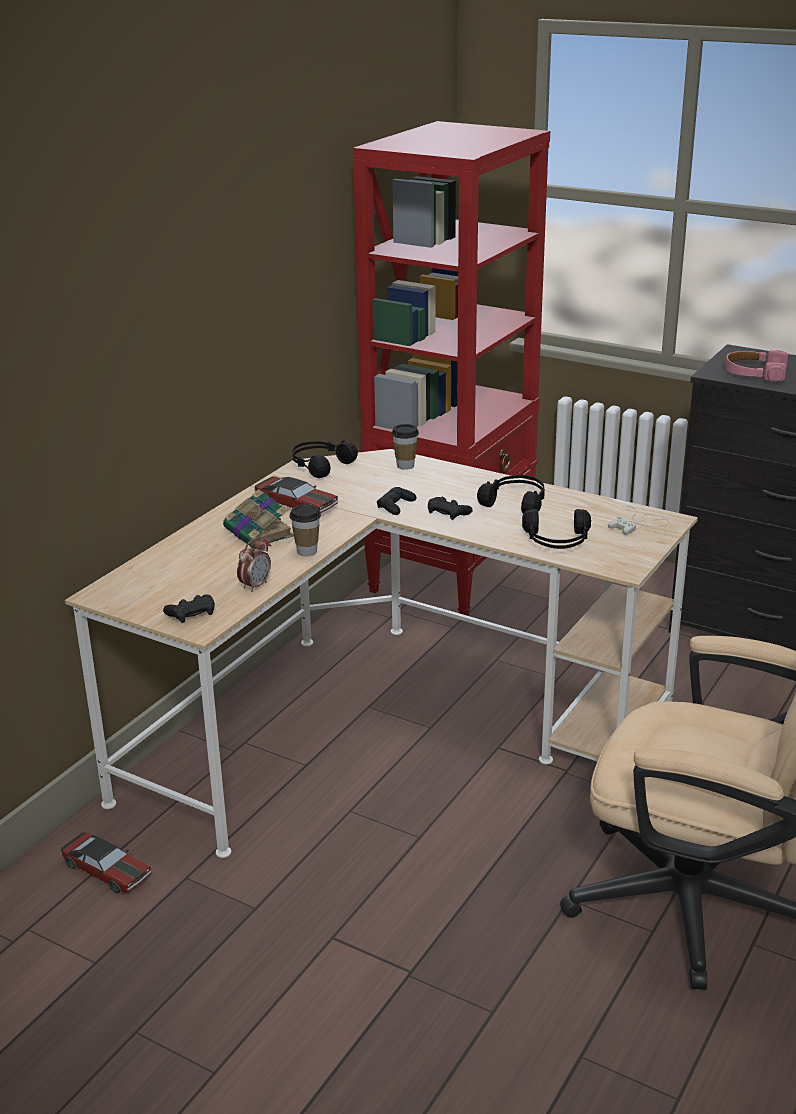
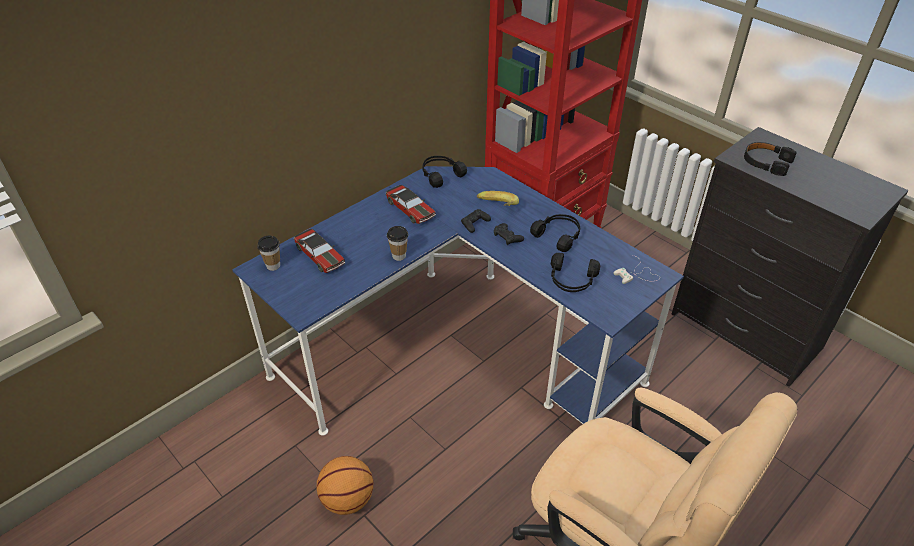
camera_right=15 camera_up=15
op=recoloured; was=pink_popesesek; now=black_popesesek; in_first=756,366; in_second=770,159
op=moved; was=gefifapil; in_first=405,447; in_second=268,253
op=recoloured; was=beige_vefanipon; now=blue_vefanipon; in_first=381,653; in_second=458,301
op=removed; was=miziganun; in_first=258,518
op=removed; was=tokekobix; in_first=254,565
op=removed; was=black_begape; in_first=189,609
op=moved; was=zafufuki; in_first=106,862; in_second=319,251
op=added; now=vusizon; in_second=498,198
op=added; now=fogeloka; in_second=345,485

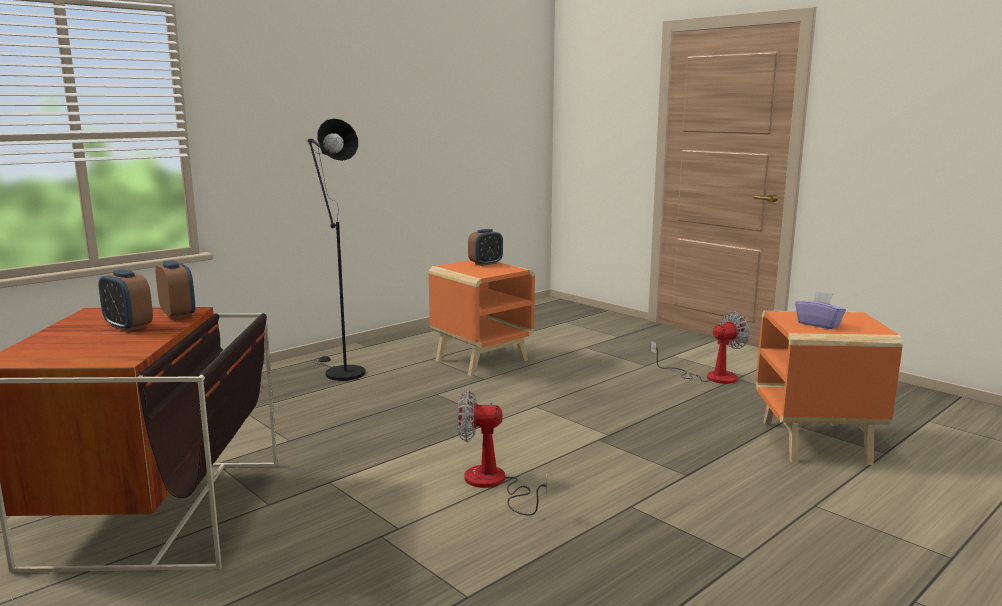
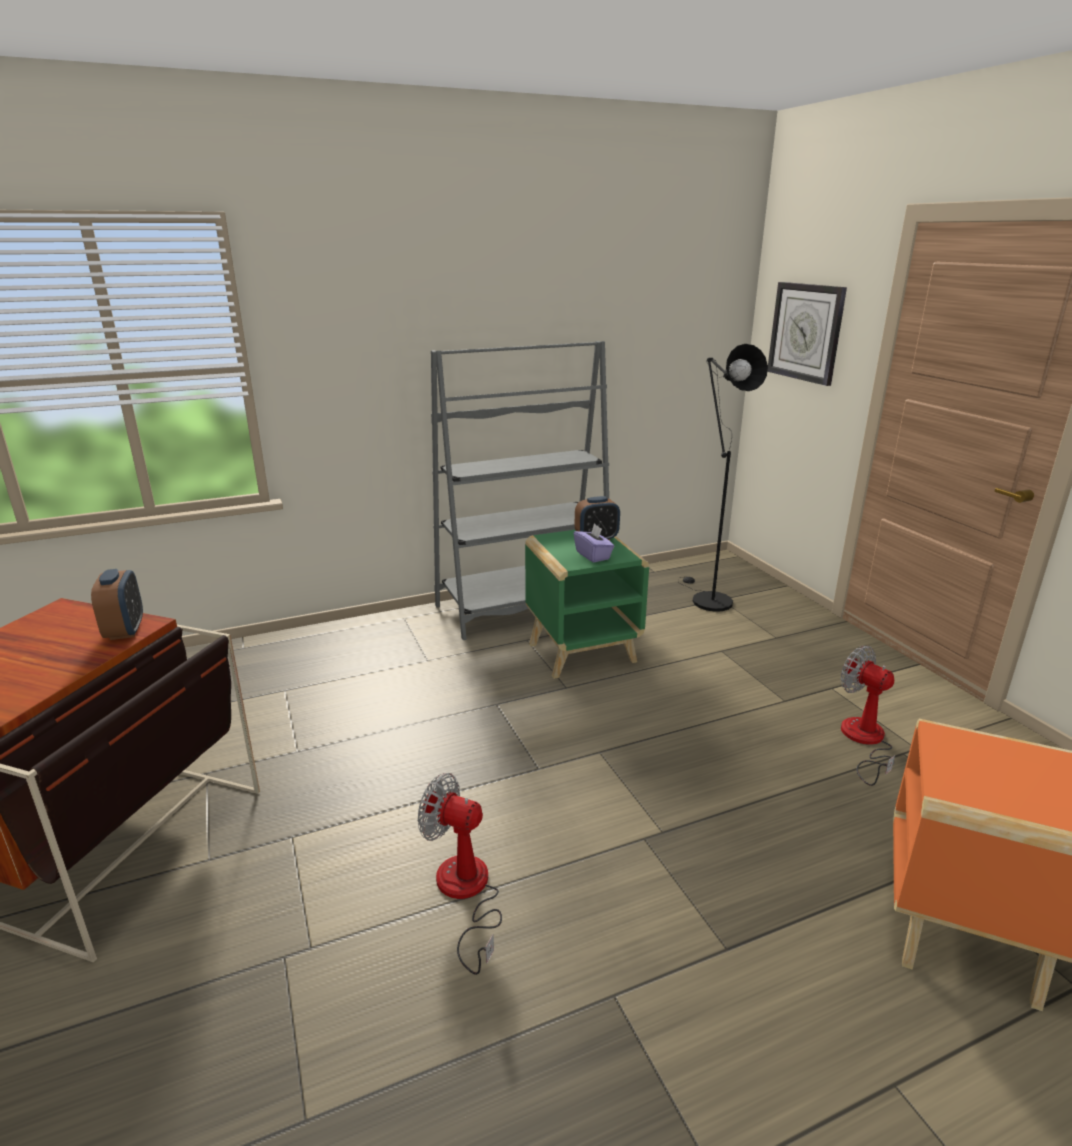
camera_right=20 camera_up=10
op=moved; was=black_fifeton; in_first=336,250; in_second=723,478
op=recoloured; was=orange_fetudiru; now=green_fetudiru; in_first=482,318; in_second=587,604
op=removed; was=tokekobix; in_first=126,300
op=moved; was=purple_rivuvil; in_first=820,310; in_second=594,543
op=turned; was=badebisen; in_first=700,348; in_second=868,716; clockwise=-120
op=added; now=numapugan; in_second=807,334
op=added; now=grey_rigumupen; in_second=520,490

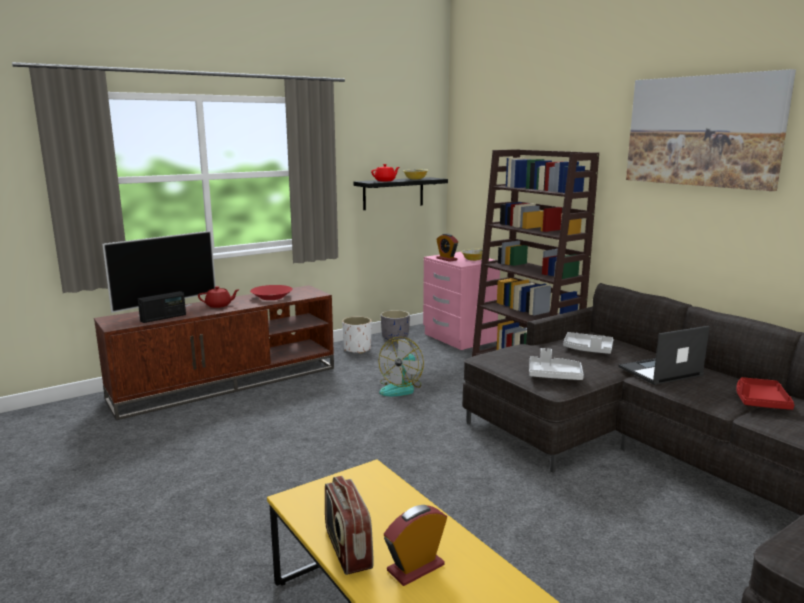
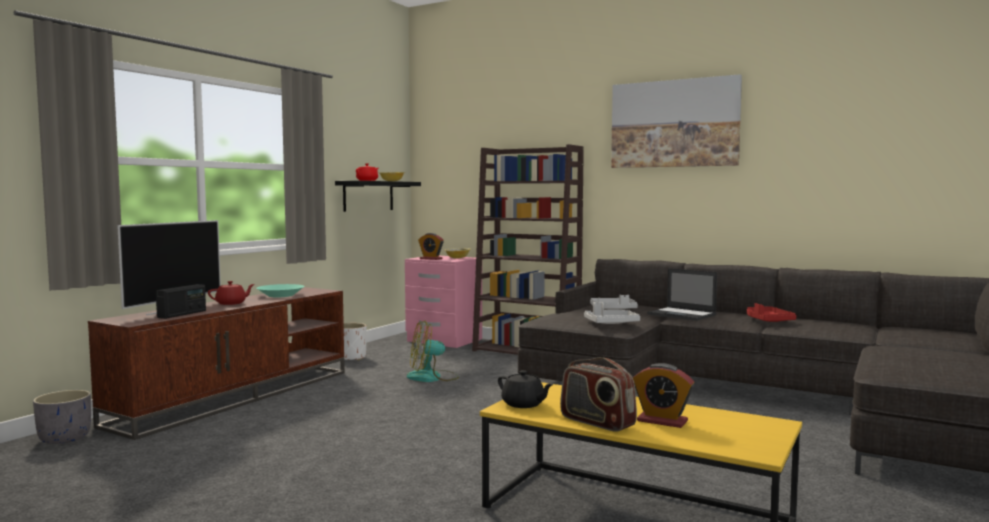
camera_right=-25 camera_up=-10
op=recoloured; was=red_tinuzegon; now=turquoise_tinuzegon; in_first=271,292; in_second=280,290
op=moved; was=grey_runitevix; in_first=395,325; in_second=62,417
op=turned; was=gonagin; in_first=664,355; in_second=682,294; clockwise=-90
op=turned; was=badebisen; in_first=401,366; in_second=433,351; clockwise=75
op=turned; was=tokekobix; in_first=415,545; in_second=663,395; clockwise=-90
op=added; now=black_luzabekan; in_second=526,389

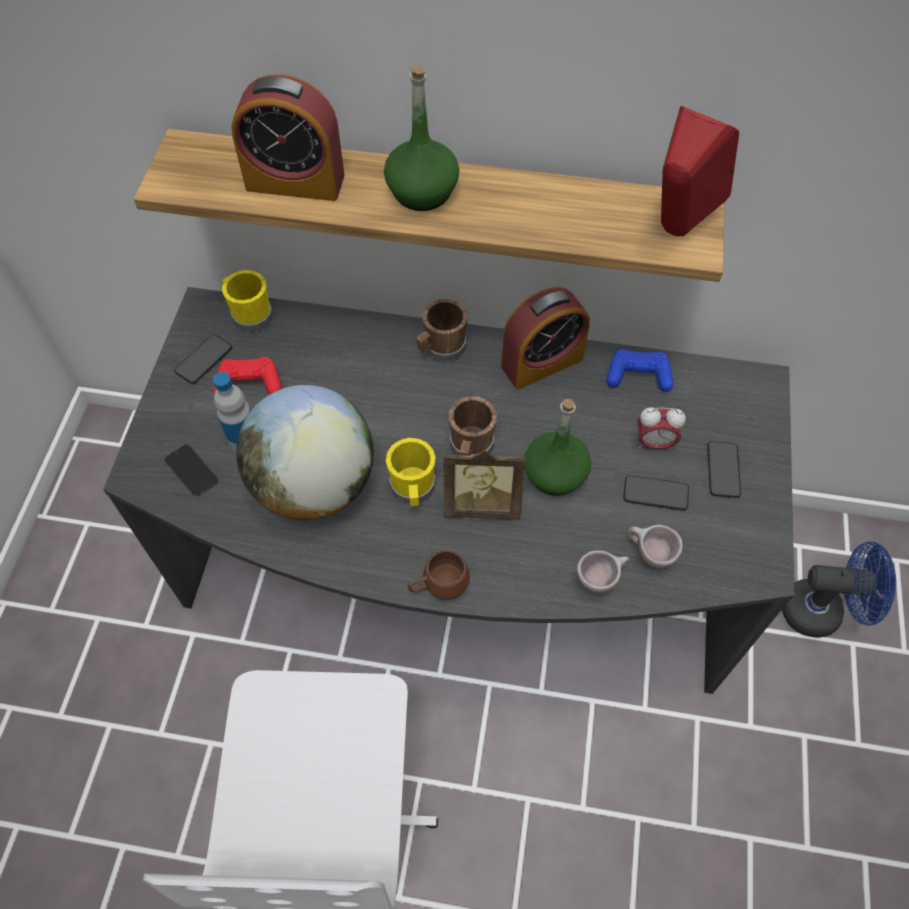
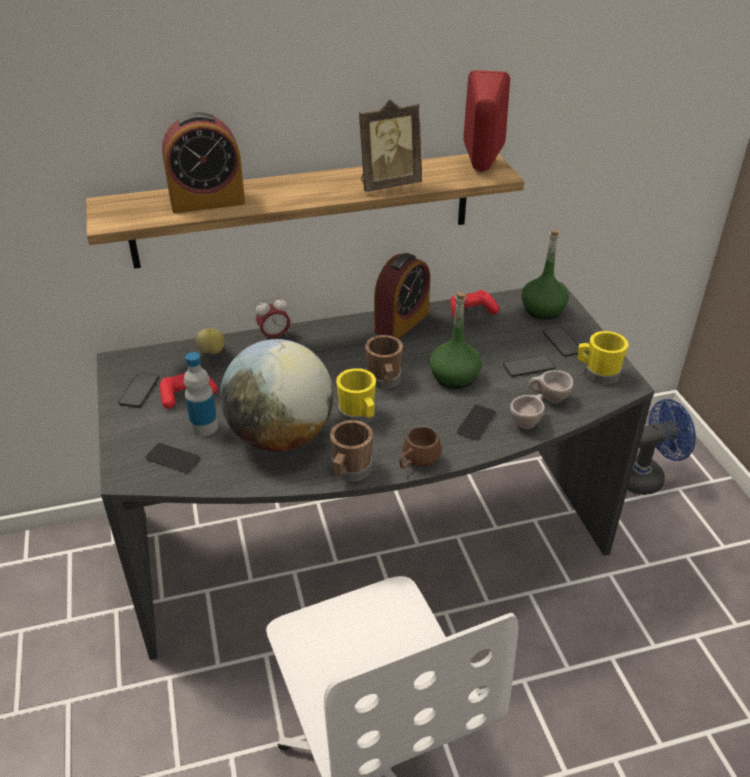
camera_right=-25 camera_up=-20
op=moved; was=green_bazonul; in_first=421,138; in_second=545,274
op=moved; was=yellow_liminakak; in_first=247,301; in_second=603,357
op=moved; was=brown_liminakak; in_first=442,330; in_second=351,451
op=recoloured; was=blue_begape; now=red_begape; in_first=640,370; in_second=474,304
op=moved; was=tokekobix; in_first=661,428; in_second=273,318
op=moved; was=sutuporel; in_first=485,485; in_second=390,145
op=added; now=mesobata; in_second=210,341
op=added; now=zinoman; in_second=476,422

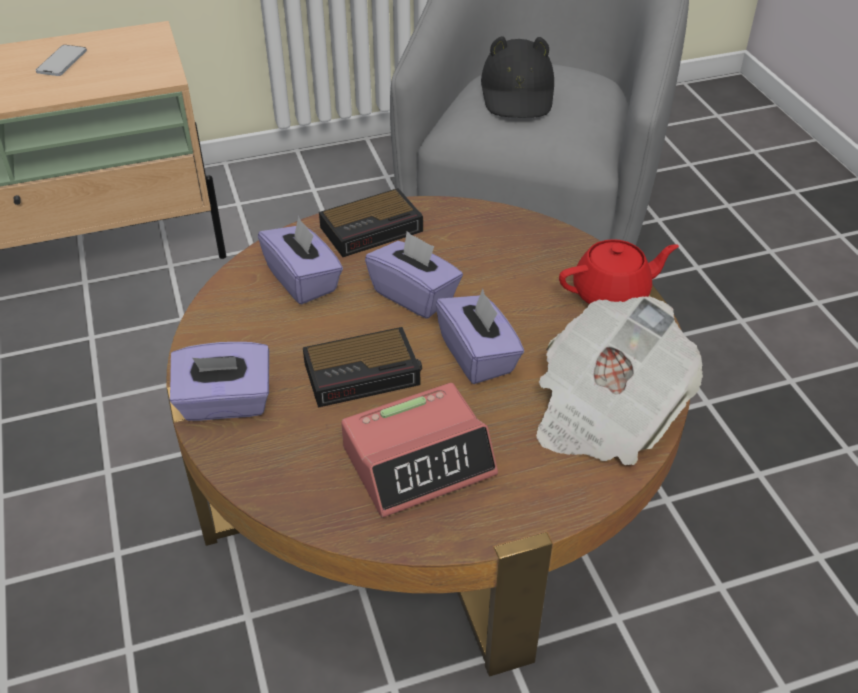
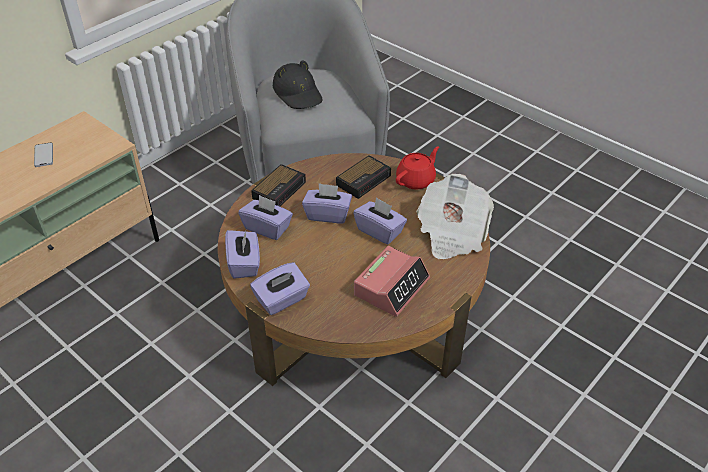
camera_right=-30 camera_up=0
op=moved; was=tokekobix; in_first=362,367; in_second=363,177
op=added; now=purple_rivuvil; in_second=242,254

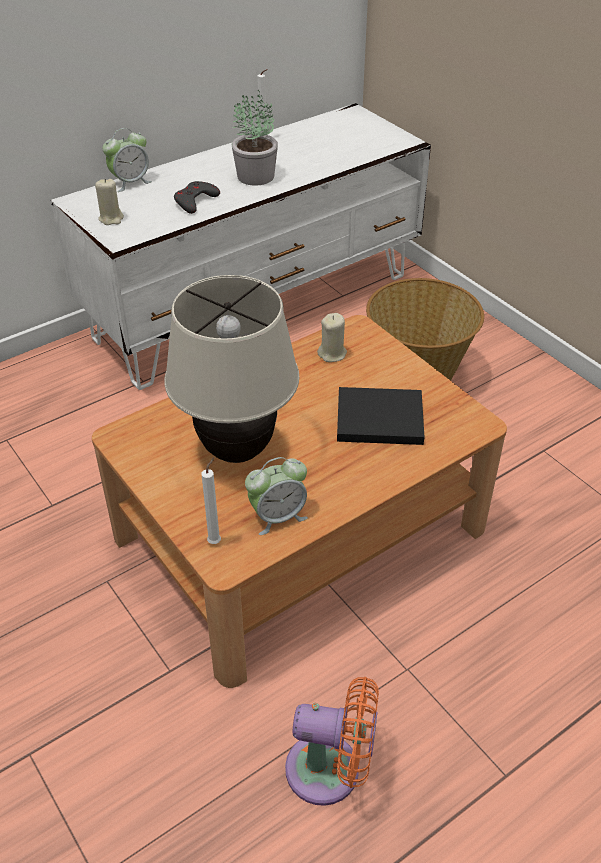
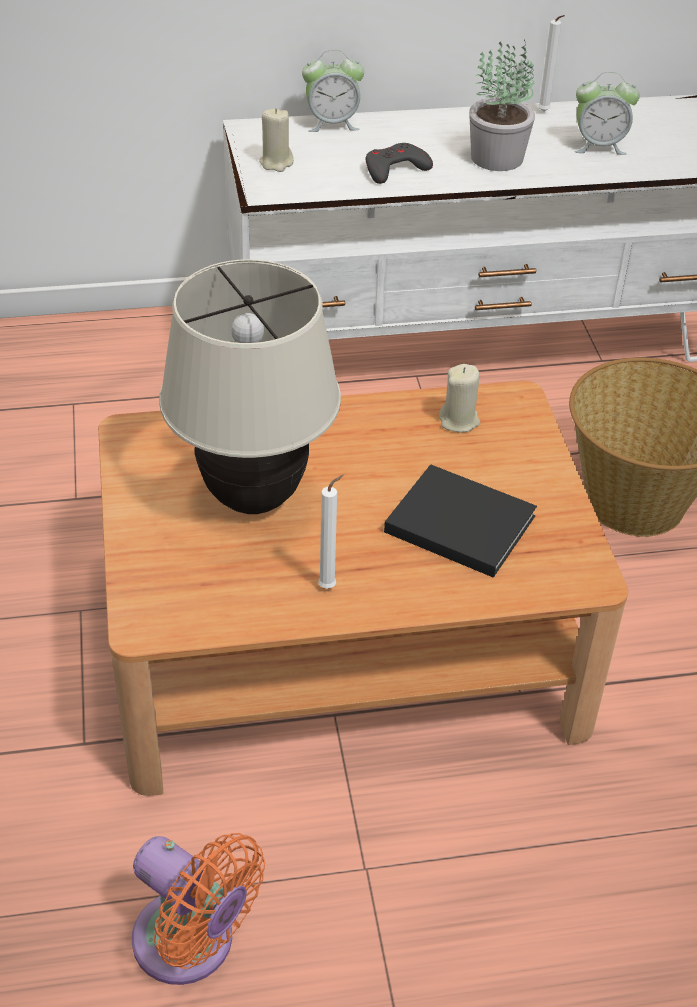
camera_right=25 camera_up=0
op=moved; was=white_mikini; in_first=211,500; in_second=331,532
op=moved; was=tokekobix; in_first=276,496; in_second=607,113

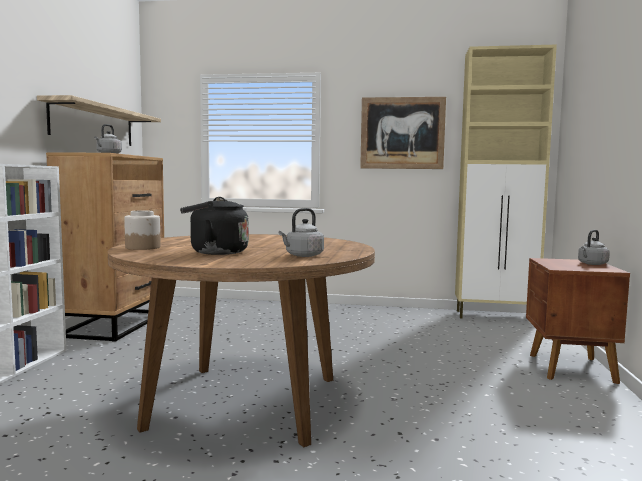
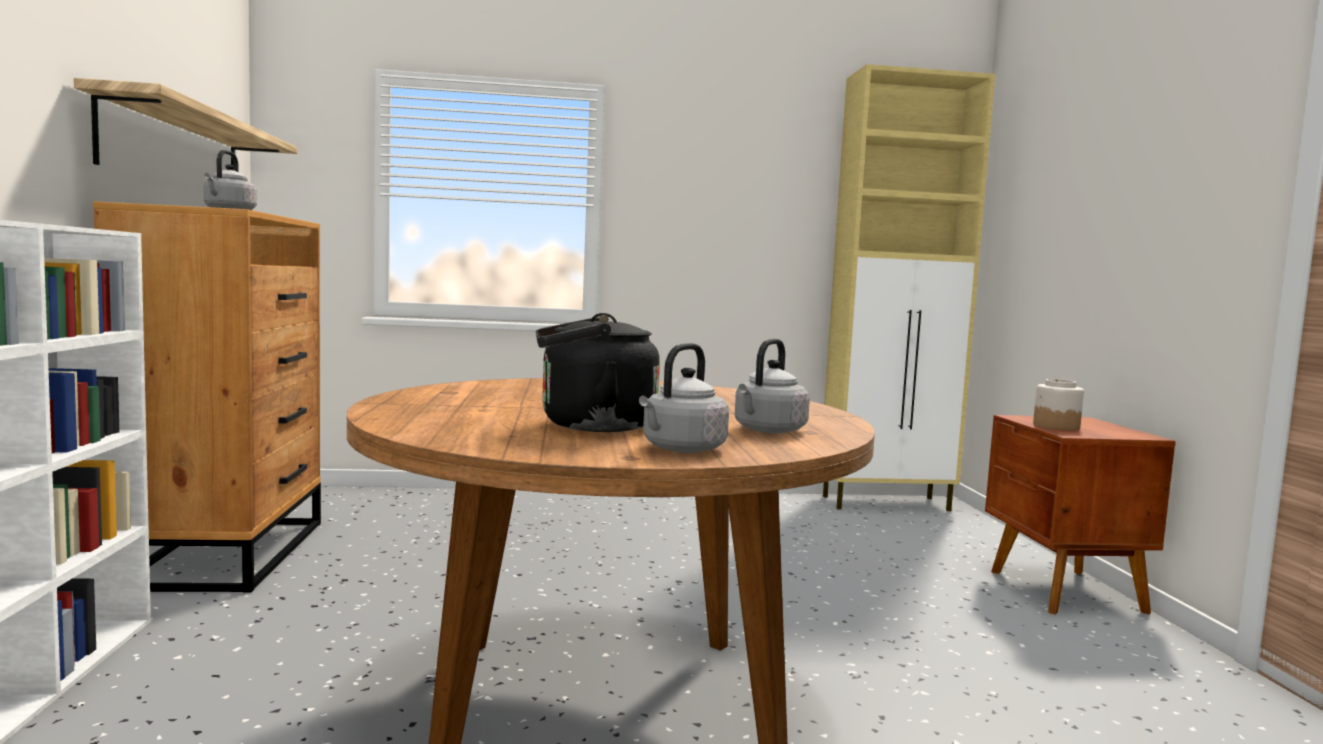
camera_right=-15 camera_up=0
op=removed; was=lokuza; in_first=403,133
op=moved; was=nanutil; in_first=142,230; in_second=1058,405
op=moved; was=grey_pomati; in_first=594,247; in_second=684,398

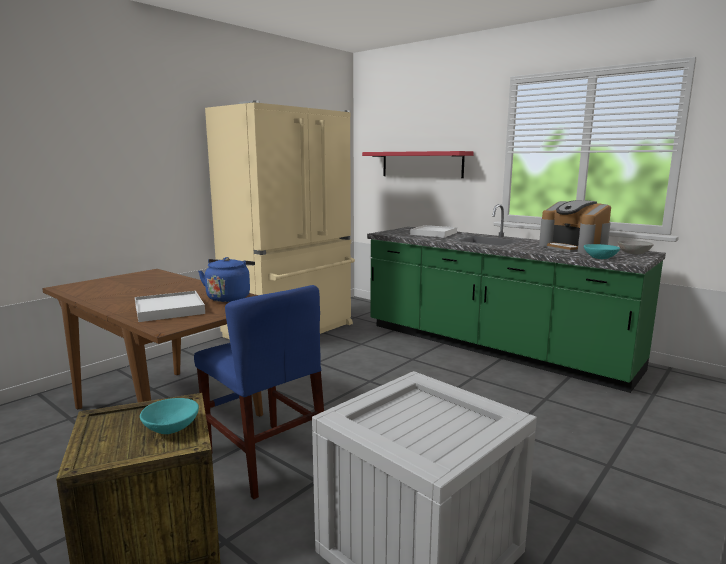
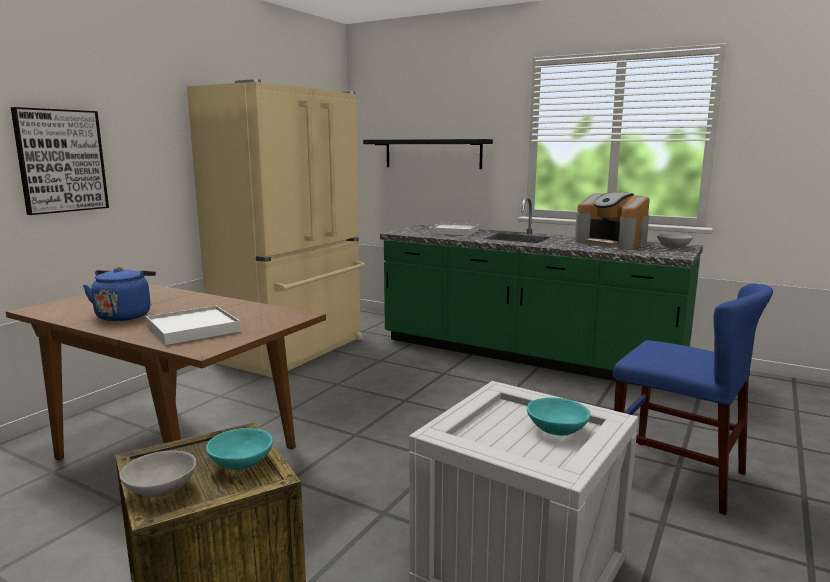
camera_right=-10 camera_up=0
op=recoloured; was=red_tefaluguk; now=black_tefaluguk; in_first=418,164; in_second=428,154
op=moved; was=turquoise_tinuzegon; in_first=602,251; in_second=559,416
op=moved; was=blue_pomati; in_first=226,279; in_second=119,294
op=moved; was=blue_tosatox; in_first=259,392; in_second=693,399
op=added; now=lokuza; in_second=60,161
op=added; now=grey_tinuzegon; in_second=158,474

